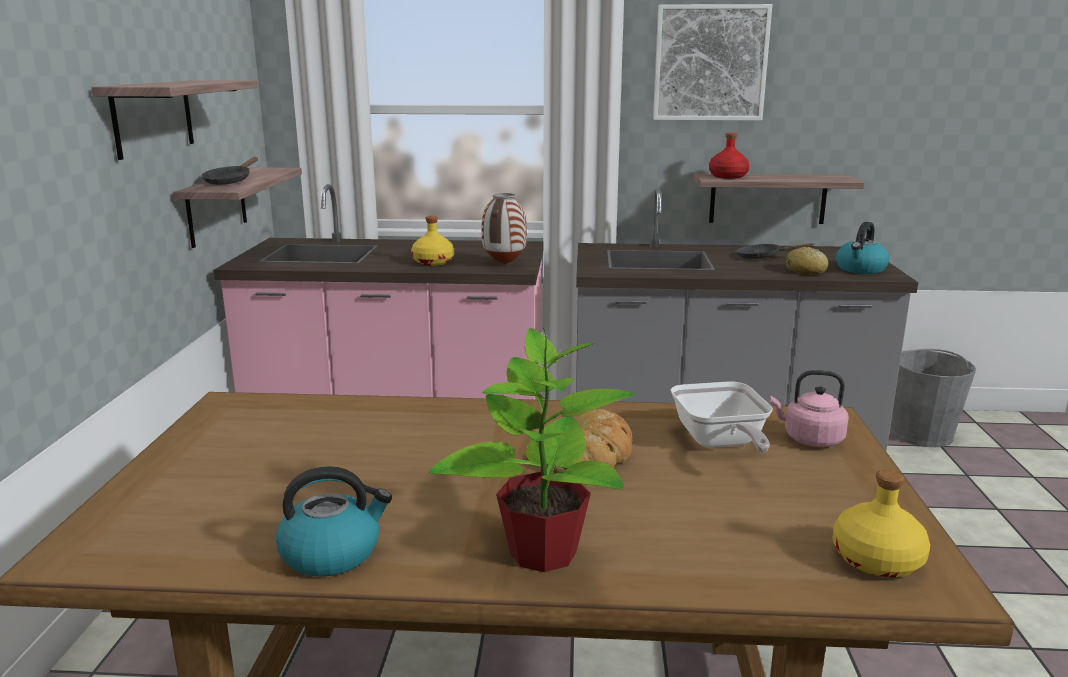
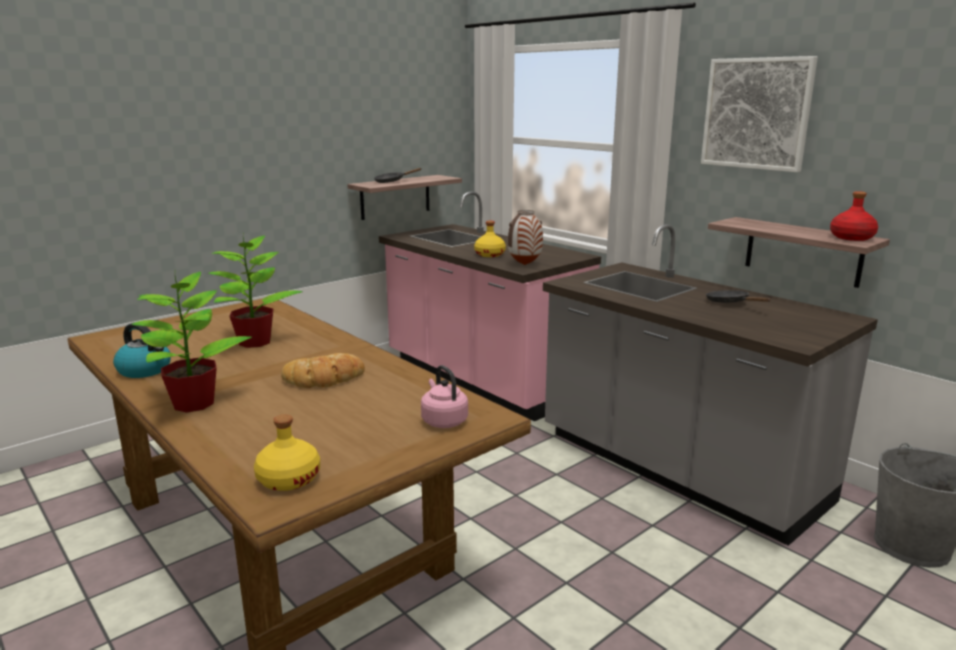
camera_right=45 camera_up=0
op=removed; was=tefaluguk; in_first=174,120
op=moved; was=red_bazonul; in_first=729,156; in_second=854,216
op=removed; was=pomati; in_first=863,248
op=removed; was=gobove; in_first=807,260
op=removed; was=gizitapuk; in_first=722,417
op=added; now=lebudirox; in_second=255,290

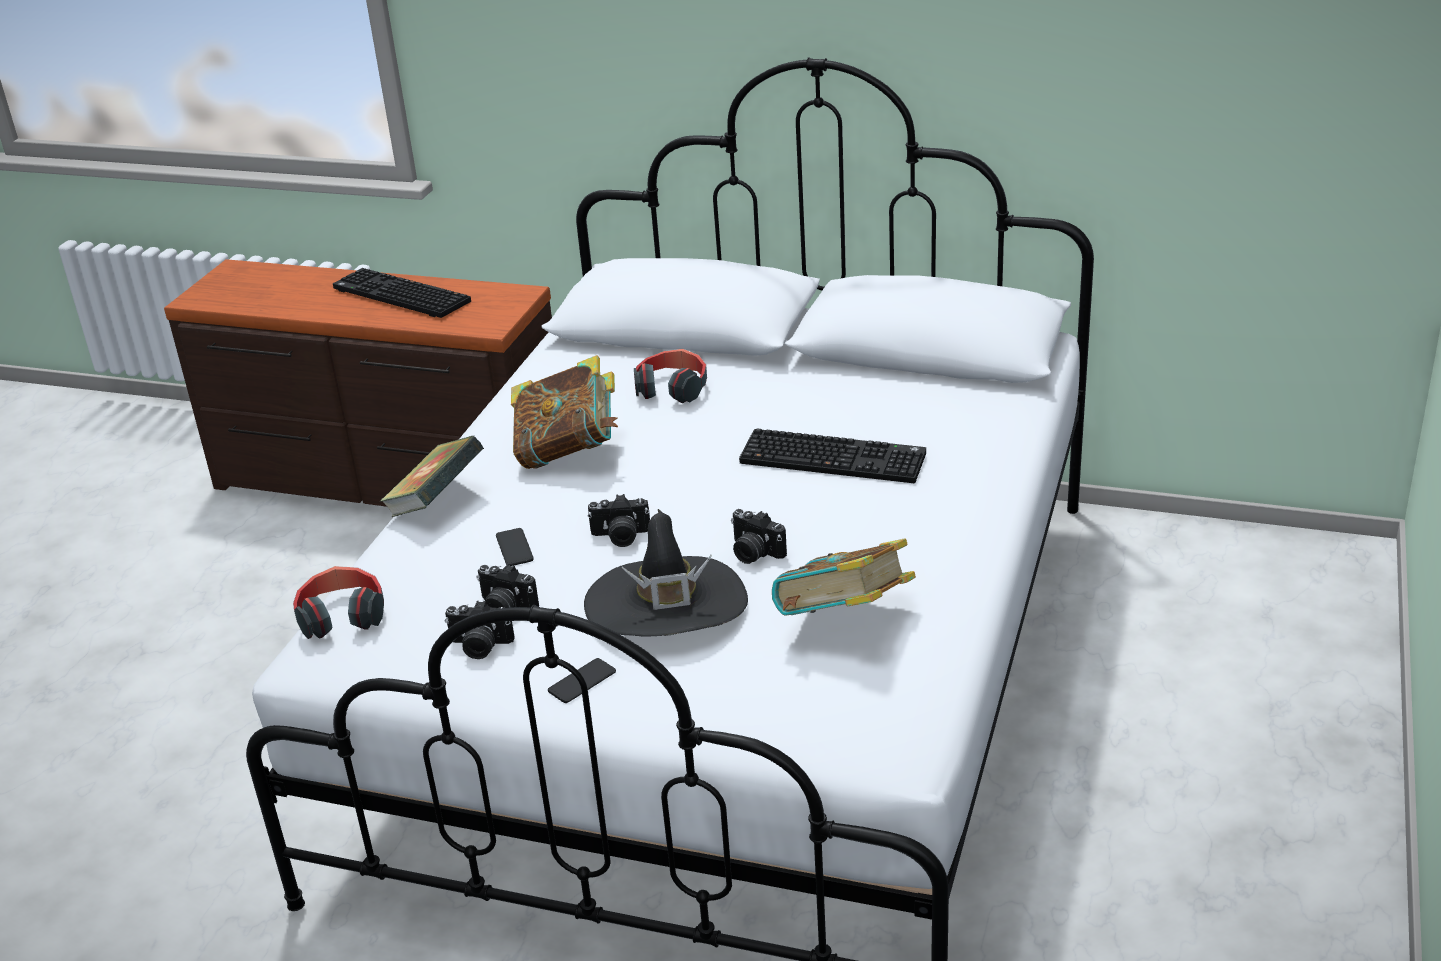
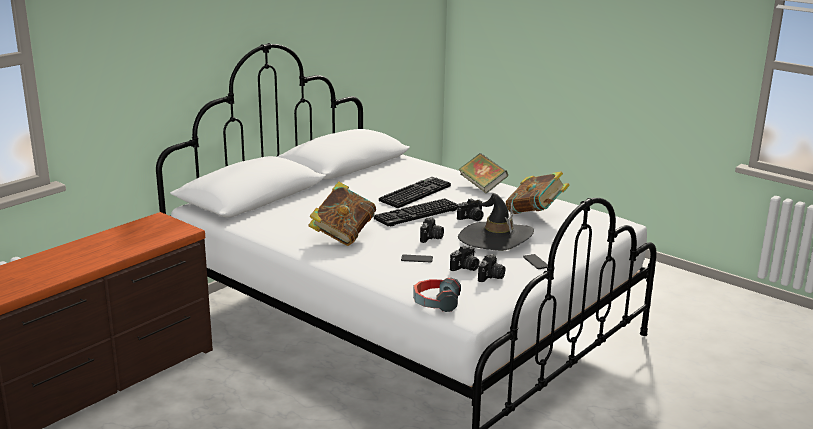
camera_right=-70 camera_up=-10
op=moved; was=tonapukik; in_first=402,293; in_second=416,212
op=removed; was=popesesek; in_first=670,376
op=moved; was=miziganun; in_first=431,476; in_second=483,173

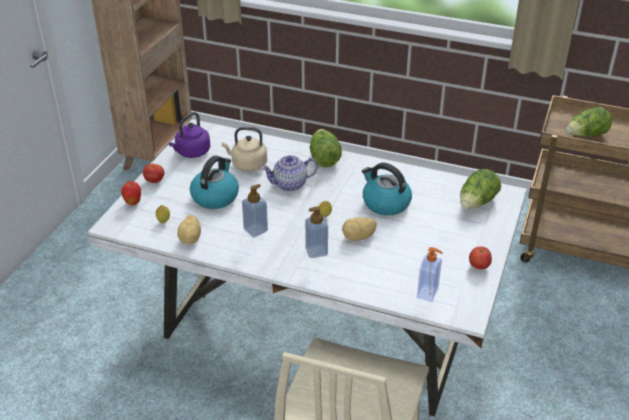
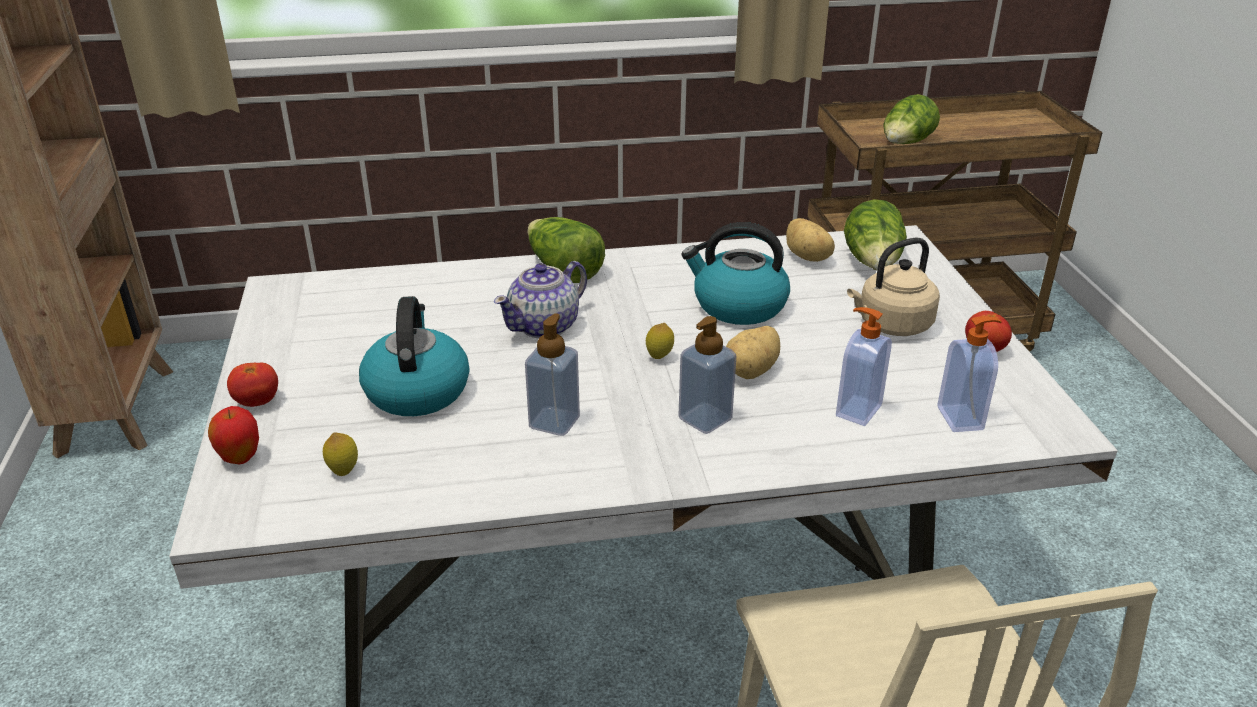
camera_right=-30 camera_up=-5
op=removed; was=purple_pomati; in_first=189,135
op=moved; was=beige_pomati; in_first=244,149; in_second=893,287
op=moved; was=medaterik; in_first=189,229; in_second=810,240
op=added; now=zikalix; in_second=864,366

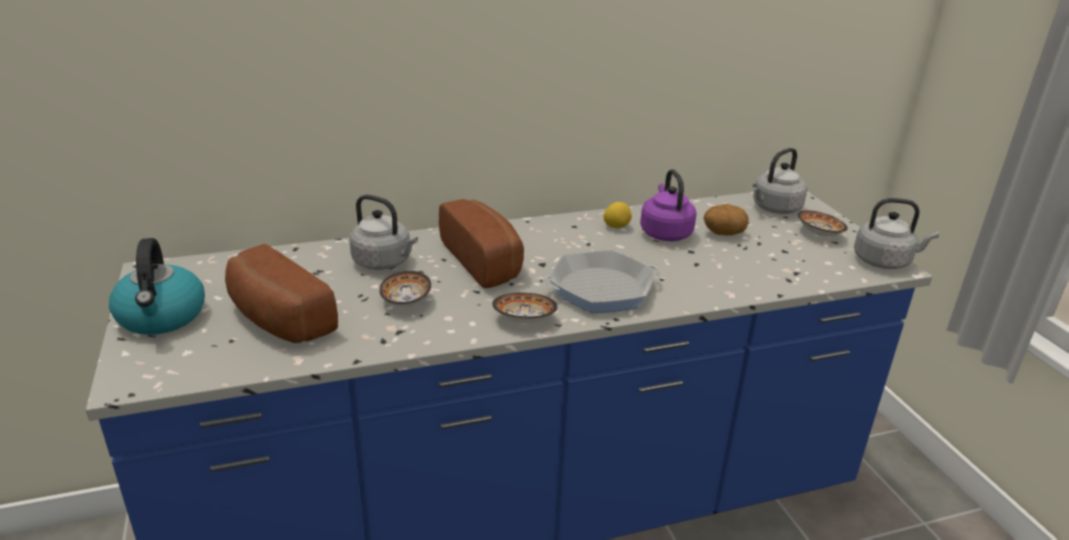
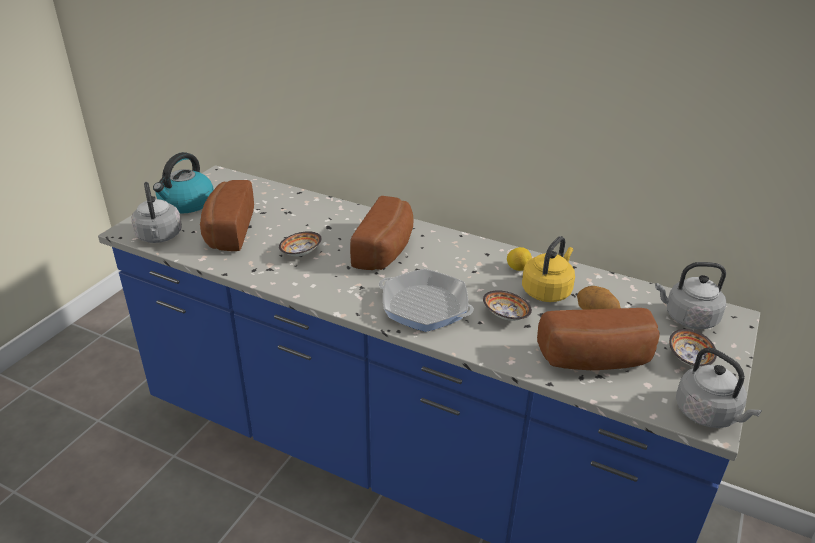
camera_right=45 camera_up=5
op=recoloured; was=purple_pomati; now=yellow_pomati; in_first=668,205; in_second=548,269
op=moved; was=grey_pomati; in_first=383,232; in_second=156,212
op=moved; was=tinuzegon; in_first=525,308; in_second=507,305
op=added; now=gobove; in_second=598,339

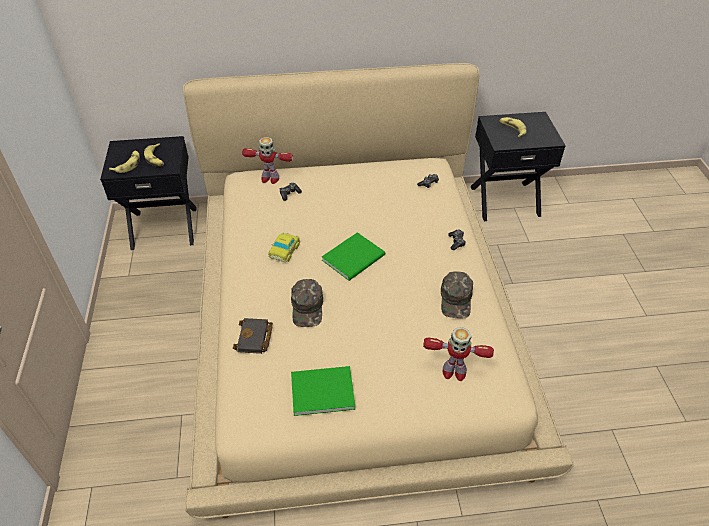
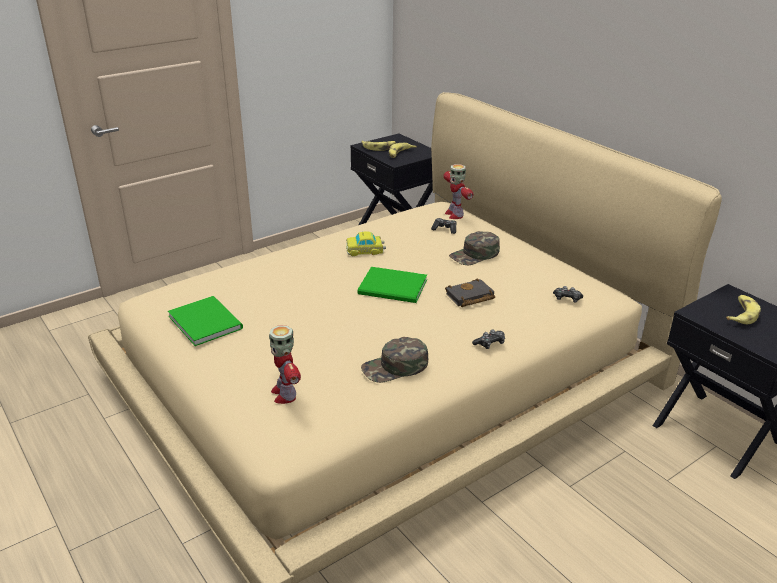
camera_right=60 camera_up=-15
op=moved; was=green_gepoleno; in_first=307,303; in_second=474,248
op=moved; was=black_miziganun; in_first=253,336; in_second=470,292

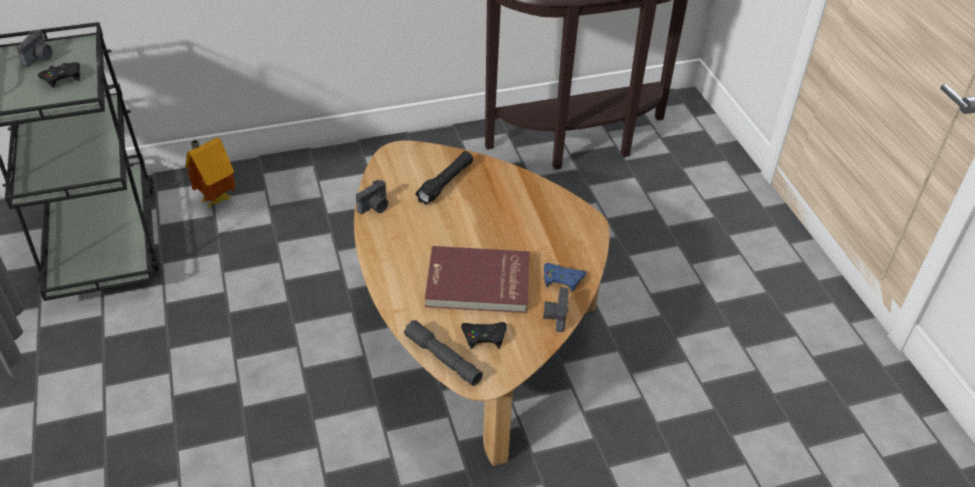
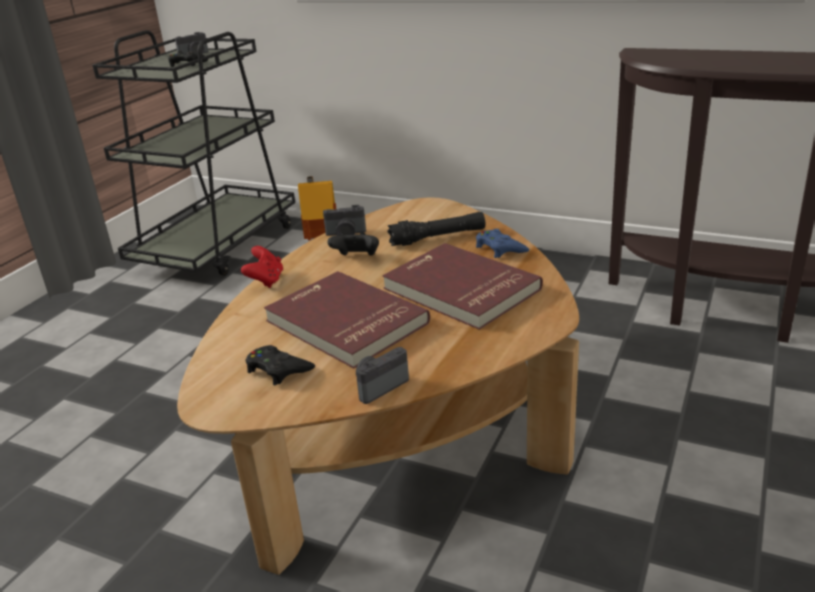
camera_right=45 camera_up=-15
op=moved; was=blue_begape; in_first=565,277; in_second=502,243
op=removed; was=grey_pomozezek; in_first=443,353
op=added; now=black_begape; in_second=353,244
op=added; now=red_miziganun; in_second=462,286
op=added; now=red_begape; in_second=262,267

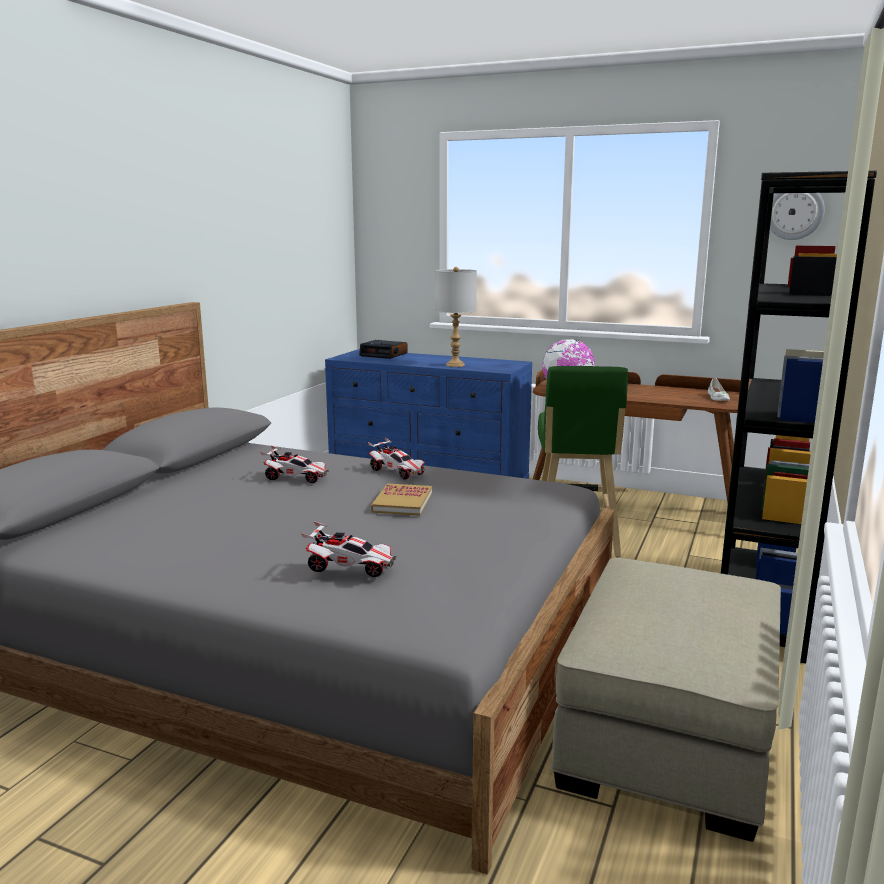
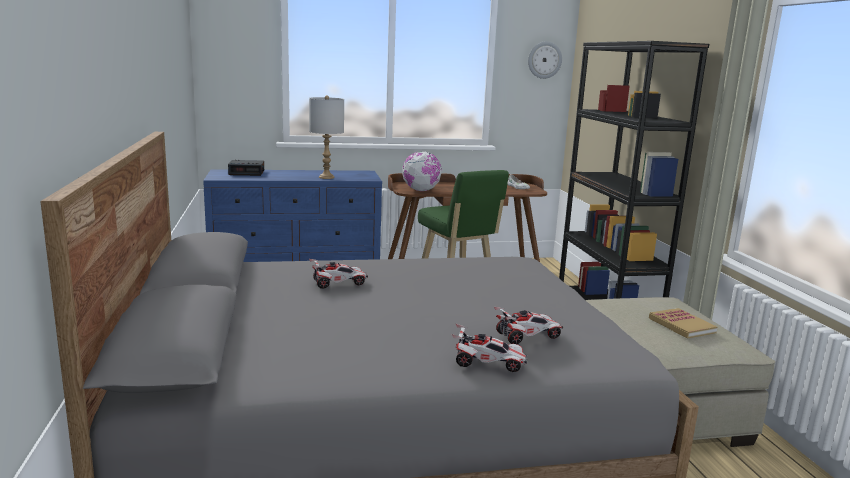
camera_right=-35 camera_up=0
op=moved; was=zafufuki; in_first=396,459; in_second=490,348
op=moved; was=miziganun; in_first=401,500; in_second=683,323

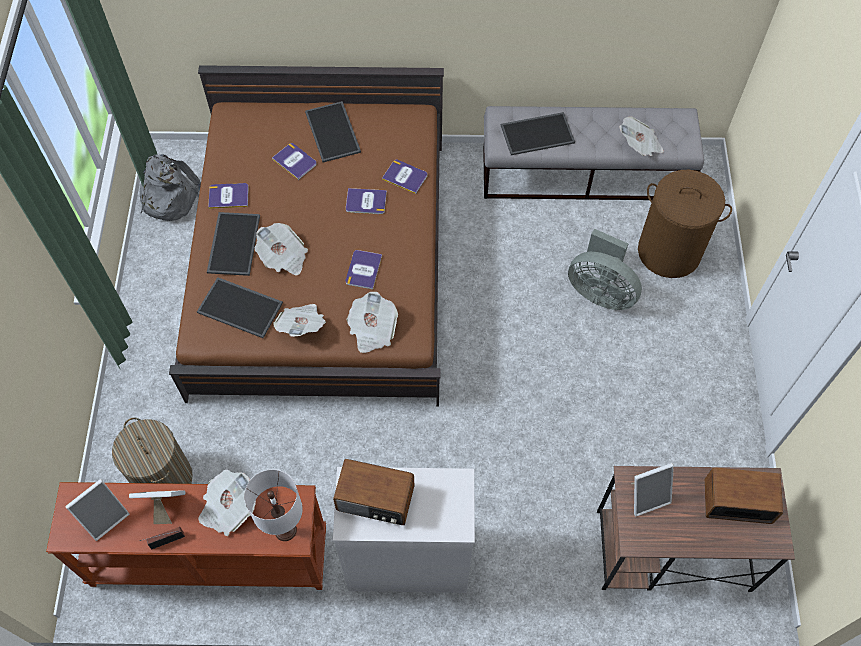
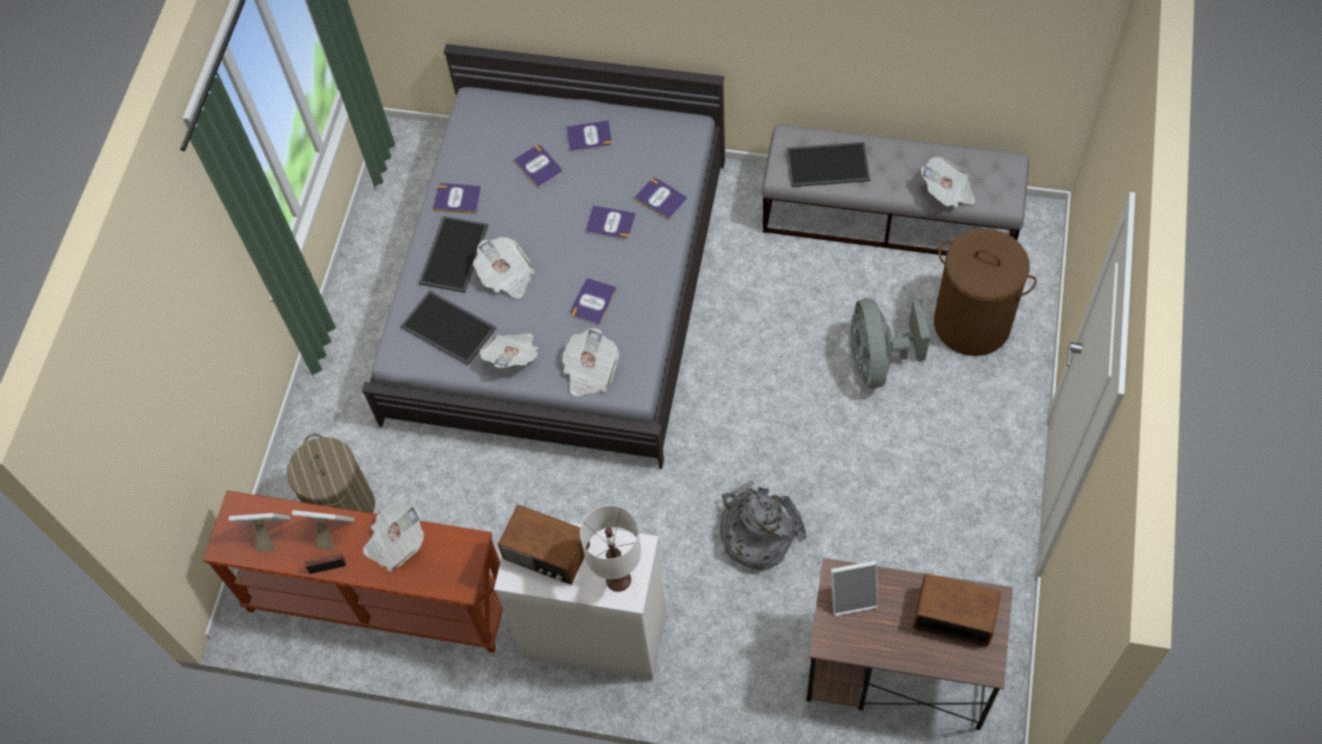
camera_right=15 camera_up=0
op=recoloured; was=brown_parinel; now=grey_parinel; in_first=306,235; in_second=543,256
op=replaced; was=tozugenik; now=miziganun; in_first=333,131; in_second=589,136
op=moved; was=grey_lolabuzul; in_first=170,187; in_second=763,525
op=turned; was=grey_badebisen; in_first=605,269; in_second=890,343; clockwise=45
op=moved; was=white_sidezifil; in_first=273,505; in_second=610,548
op=turned; was=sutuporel; in_first=97,510; in_second=259,532; clockwise=-150

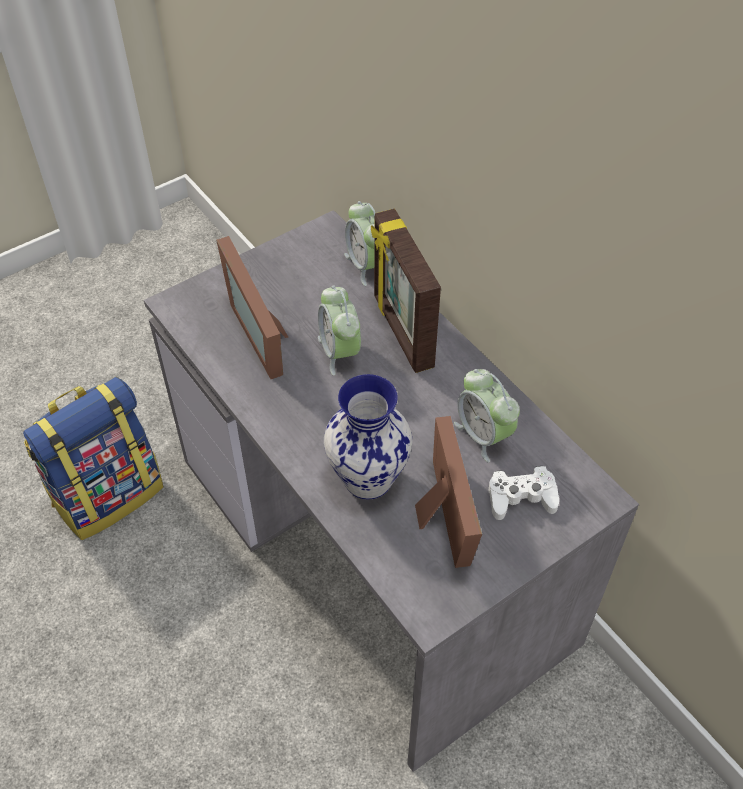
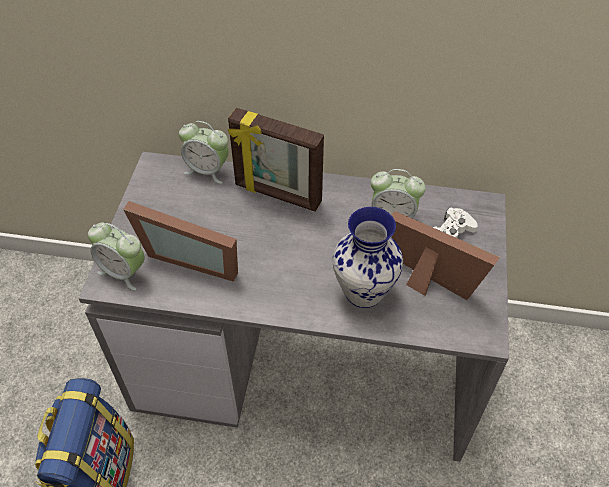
camera_right=-45 camera_up=0
op=moved; was=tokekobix; in_first=339,330; in_second=116,256

